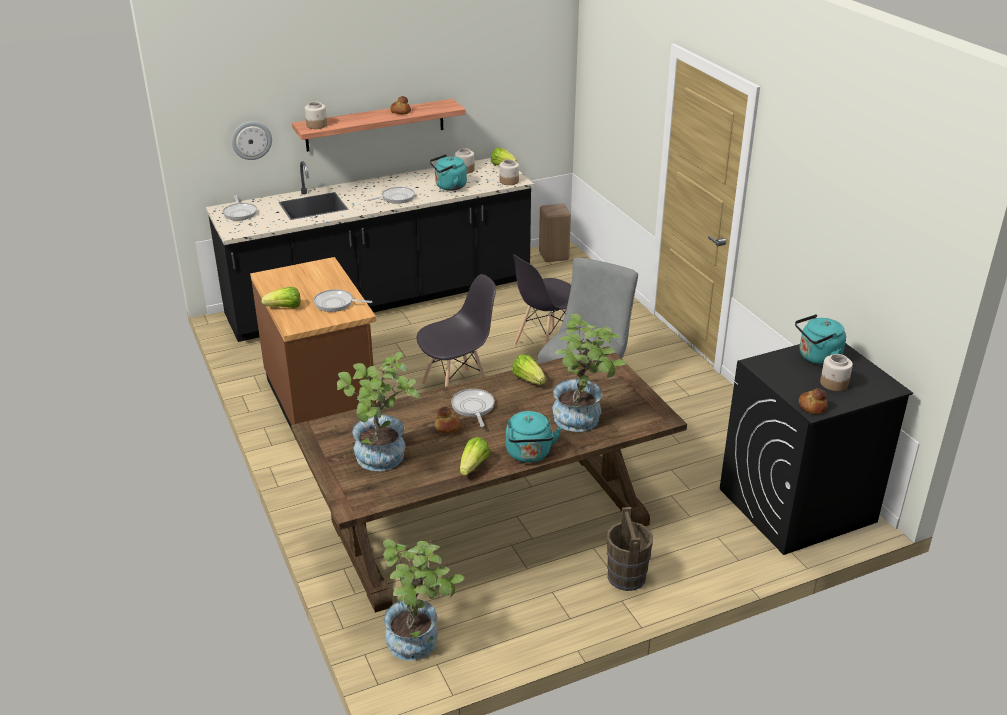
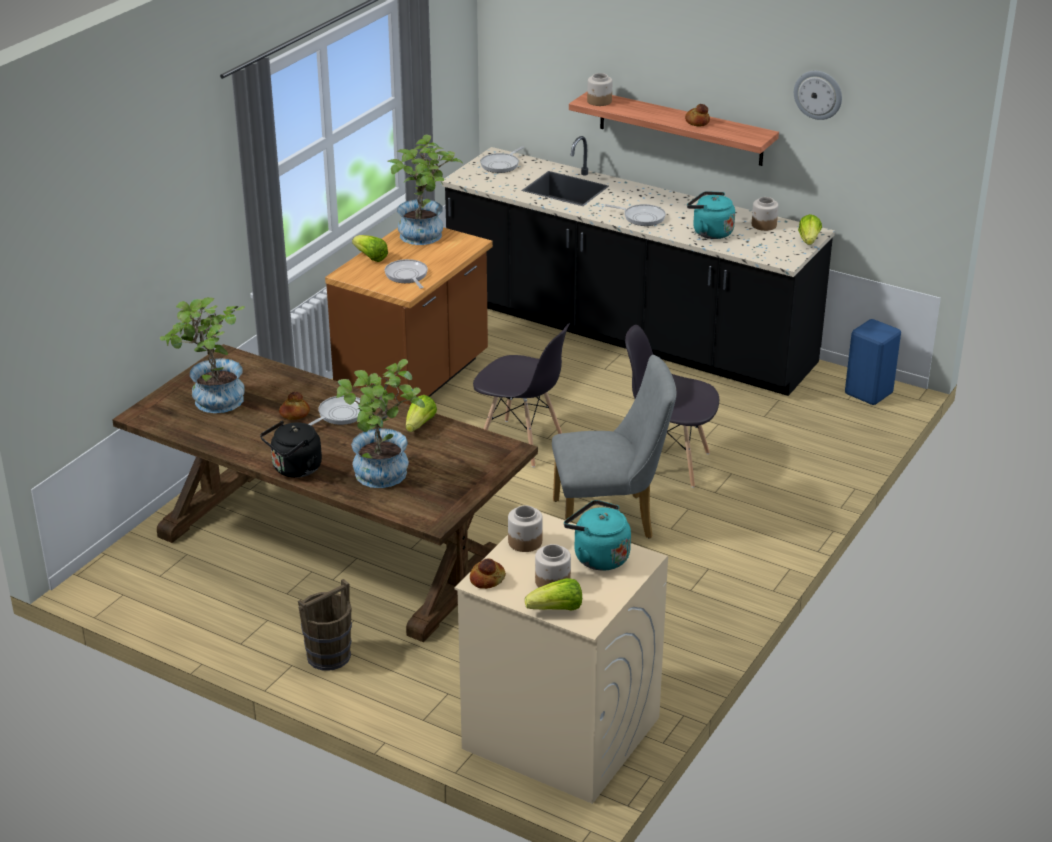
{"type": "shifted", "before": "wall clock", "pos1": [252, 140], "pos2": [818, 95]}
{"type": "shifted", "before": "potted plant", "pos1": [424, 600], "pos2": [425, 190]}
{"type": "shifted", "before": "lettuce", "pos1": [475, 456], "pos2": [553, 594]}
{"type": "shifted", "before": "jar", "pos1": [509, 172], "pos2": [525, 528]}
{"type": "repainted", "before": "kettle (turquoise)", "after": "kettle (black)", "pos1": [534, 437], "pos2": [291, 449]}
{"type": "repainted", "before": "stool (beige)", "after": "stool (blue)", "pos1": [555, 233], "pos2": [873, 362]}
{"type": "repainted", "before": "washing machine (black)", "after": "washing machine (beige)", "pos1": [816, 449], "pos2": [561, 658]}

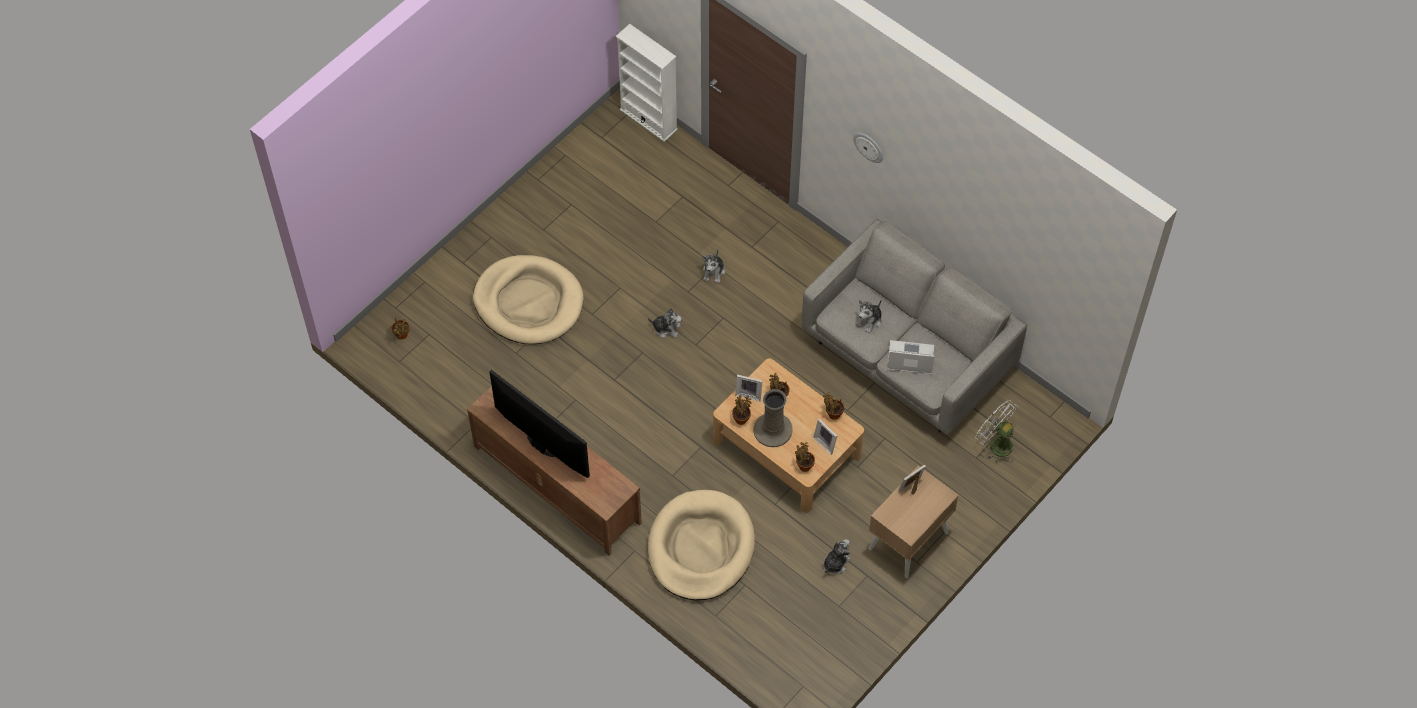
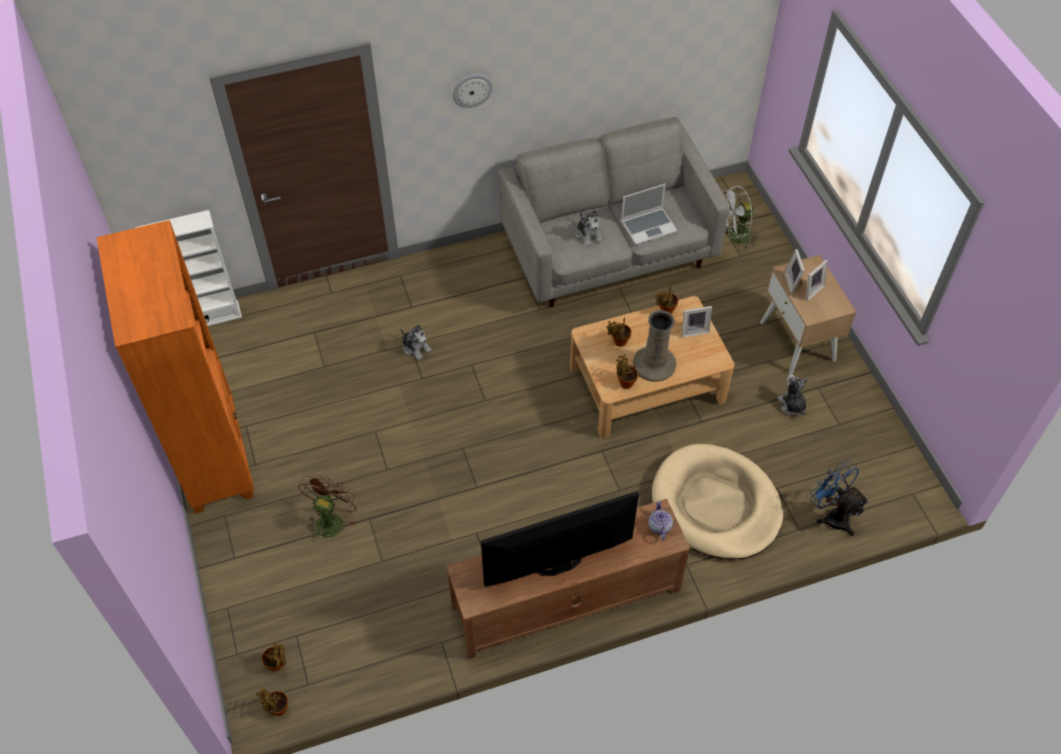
{"type": "swapped", "before": "dog bed (beige)", "after": "fan (brown)", "pos1": [528, 299], "pos2": [328, 508]}
{"type": "gone", "before": "plush toy", "pos1": [665, 323]}
{"type": "shifted", "before": "picture frame", "pos1": [749, 388], "pos2": [817, 280]}
{"type": "shifted", "before": "potted plant", "pos1": [805, 457], "pos2": [272, 701]}
{"type": "rotated", "before": "laptop", "pos1": [910, 357], "pos2": [649, 214], "turn": -150}
{"type": "new", "after": "bookcase (orange)", "pos2": [175, 367]}
{"type": "new", "after": "teapot", "pos2": [660, 520]}
{"type": "new", "after": "fan (blue)", "pos2": [839, 498]}

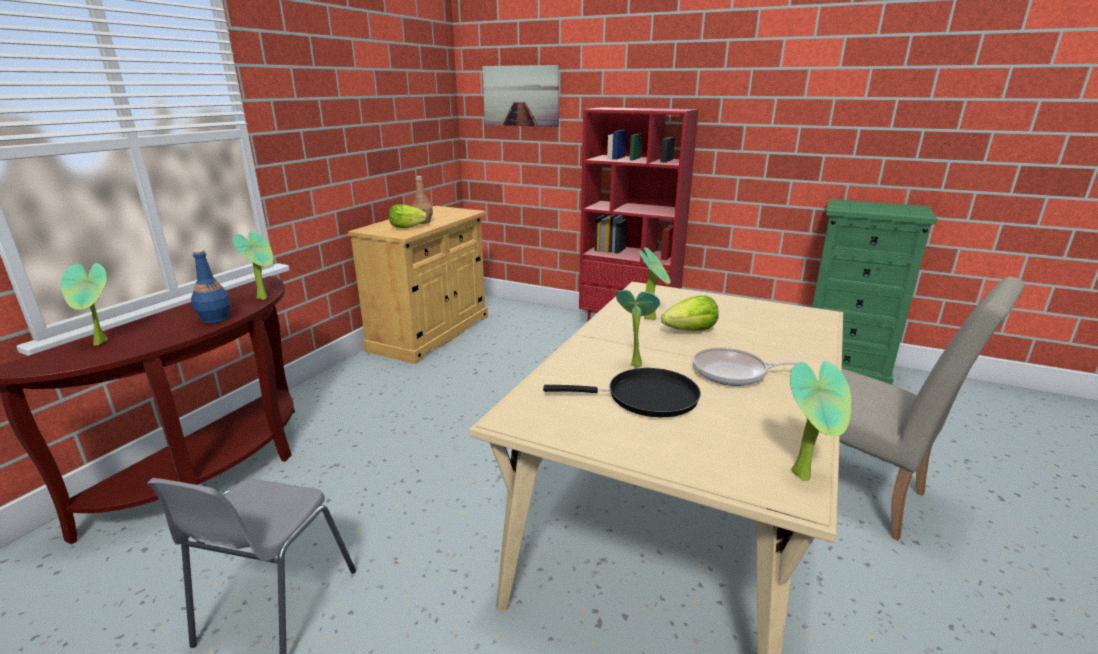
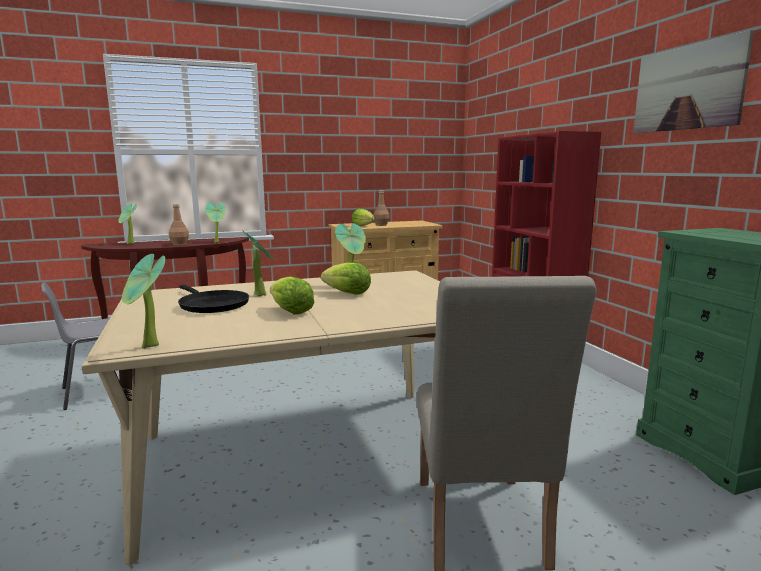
{"type": "repainted", "before": "bottle (blue)", "after": "bottle (brown)", "pos1": [211, 286], "pos2": [179, 225]}
{"type": "shifted", "before": "picture", "pos1": [521, 96], "pos2": [694, 81]}
{"type": "swapped", "before": "frying pan", "after": "lettuce", "pos1": [749, 367], "pos2": [292, 295]}

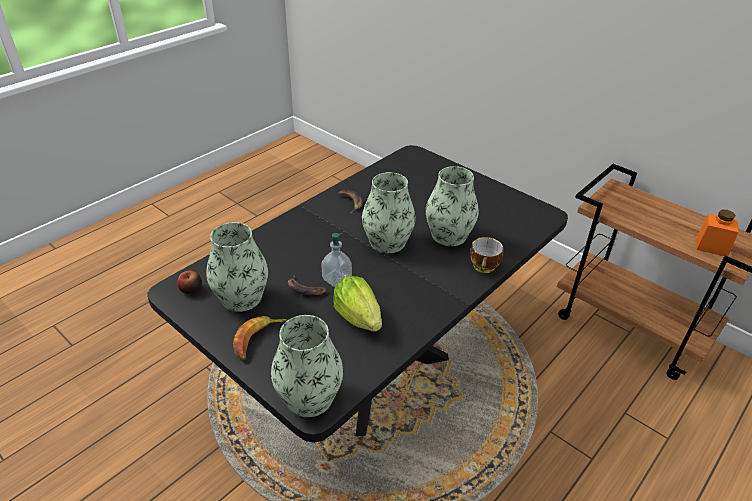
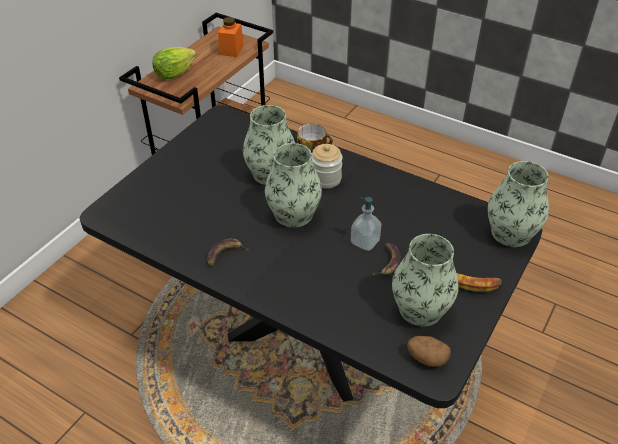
{"type": "swapped", "before": "apple", "after": "potato", "pos1": [189, 282], "pos2": [429, 351]}
{"type": "shifted", "before": "lettuce", "pos1": [357, 304], "pos2": [174, 63]}
{"type": "new", "after": "jar", "pos2": [327, 166]}

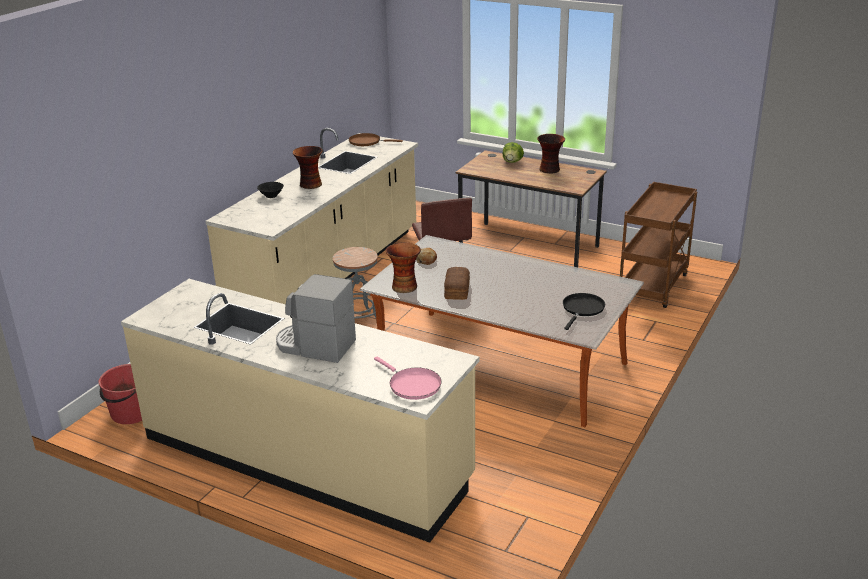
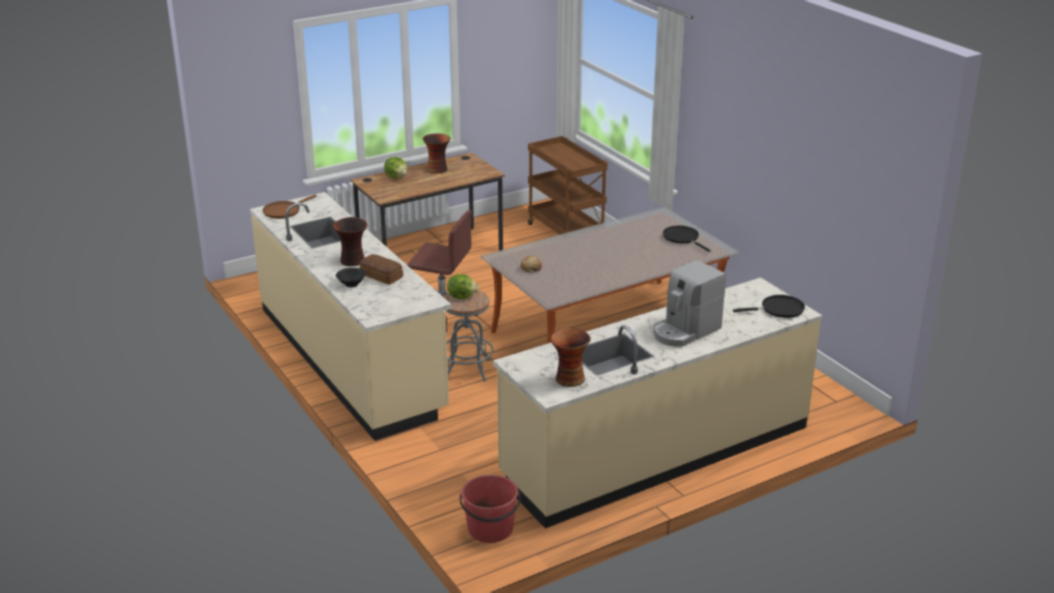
{"type": "repainted", "before": "frying pan (pink)", "after": "frying pan (black)", "pos1": [408, 378], "pos2": [769, 306]}
{"type": "shifted", "before": "vase", "pos1": [403, 267], "pos2": [570, 357]}
{"type": "shifted", "before": "bread", "pos1": [457, 283], "pos2": [381, 269]}
{"type": "new", "after": "lettuce", "pos2": [462, 286]}

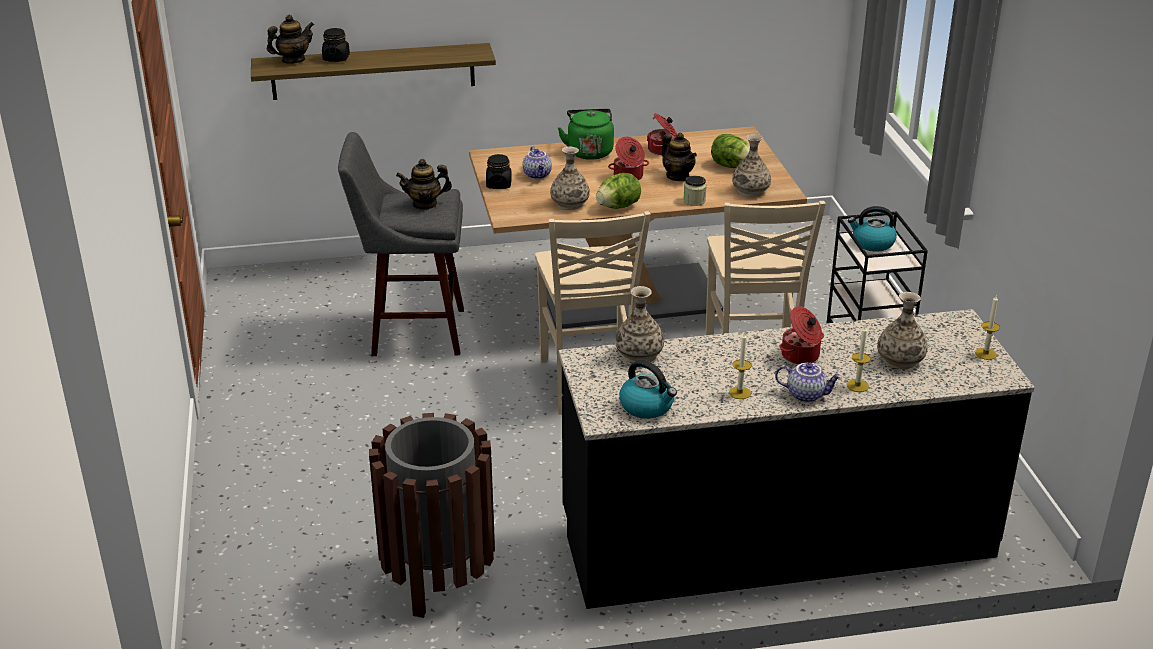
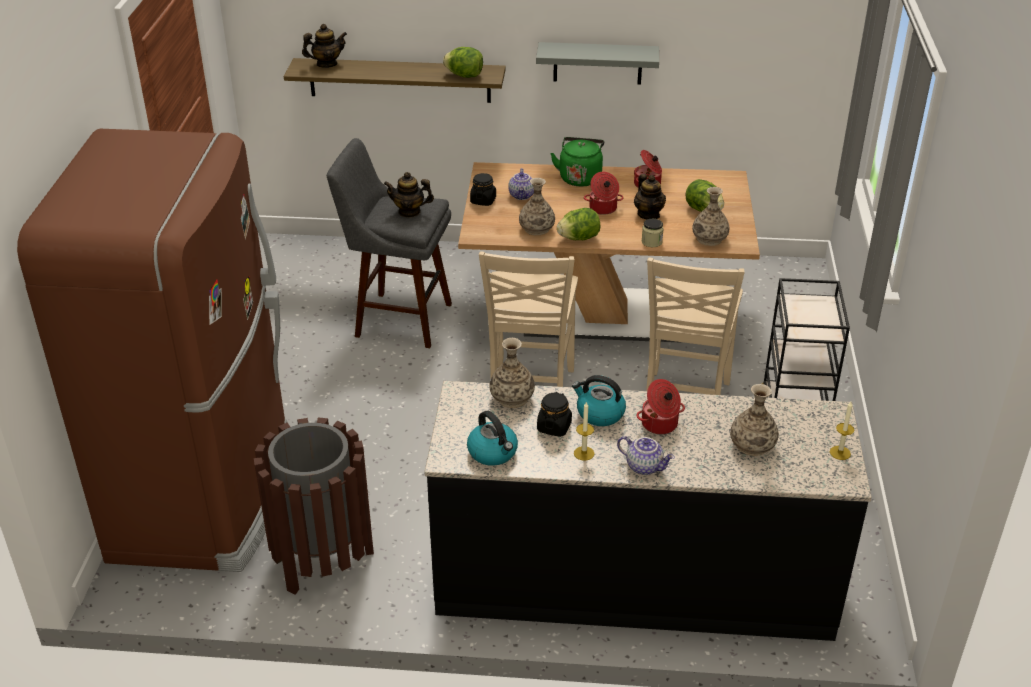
{"type": "shifted", "before": "jar (black)", "pos1": [336, 45], "pos2": [554, 414]}
{"type": "gone", "before": "candle", "pos1": [859, 359]}
{"type": "shifted", "before": "kettle", "pos1": [872, 229], "pos2": [599, 400]}
{"type": "new", "after": "fridge (brown)", "pos2": [152, 350]}
{"type": "new", "after": "lettuce", "pos2": [463, 62]}
{"type": "new", "after": "shelf (grey)", "pos2": [597, 63]}

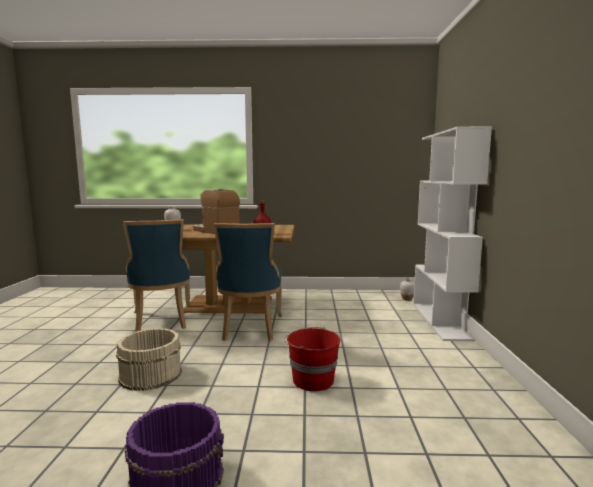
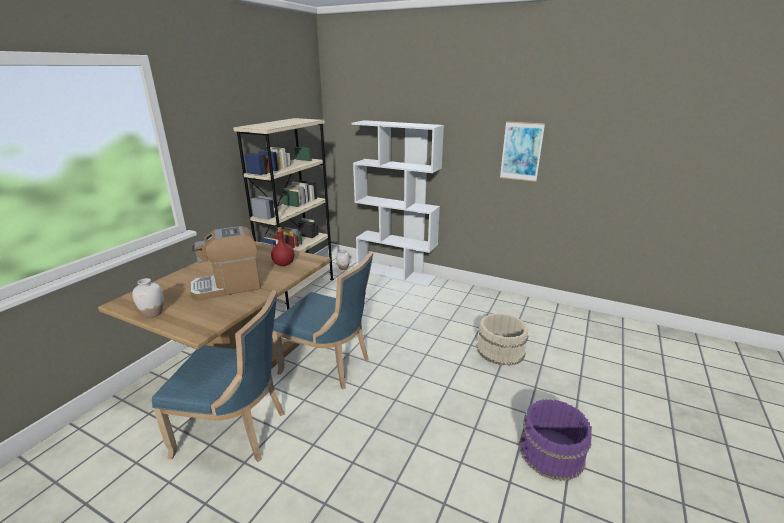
{"type": "shifted", "before": "bucket (beige)", "pos1": [149, 359], "pos2": [502, 339]}
{"type": "gone", "before": "bucket (red)", "pos1": [312, 359]}
{"type": "new", "after": "bookcase (beige)", "pos2": [283, 214]}
{"type": "new", "after": "picture", "pos2": [522, 151]}

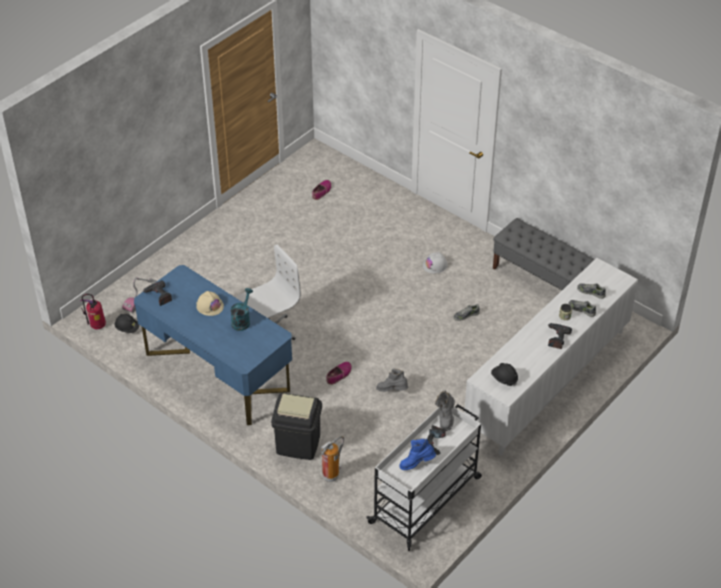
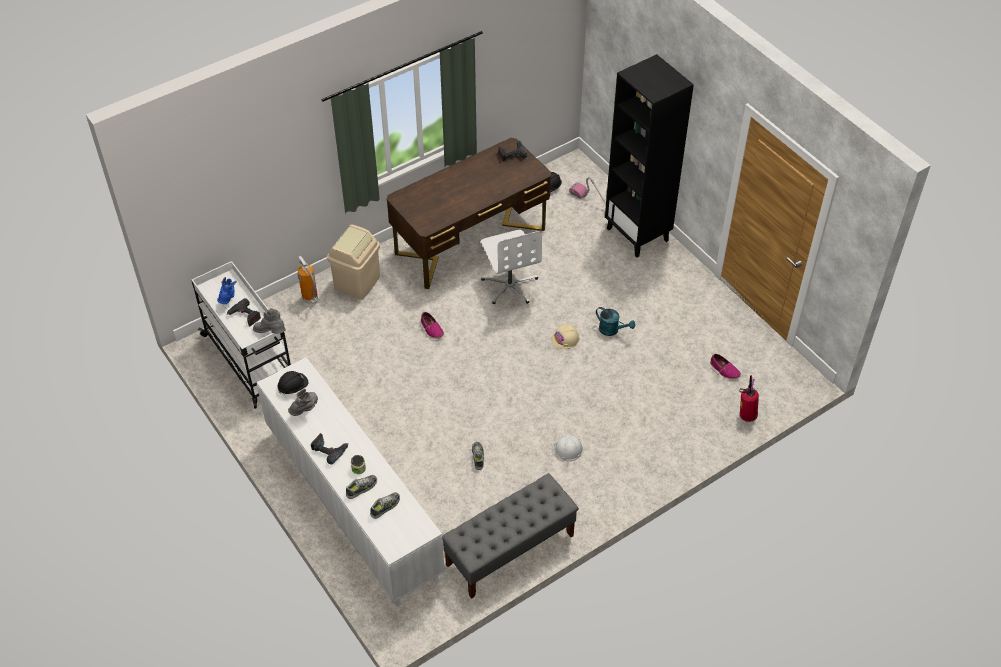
{"type": "shifted", "before": "fire extinguisher", "pos1": [93, 311], "pos2": [749, 398]}
{"type": "repainted", "before": "desk (blue)", "after": "desk (brown)", "pos1": [213, 345], "pos2": [469, 213]}
{"type": "shifted", "before": "hard hat (beige)", "pos1": [210, 303], "pos2": [565, 336]}
{"type": "shifted", "before": "watering can (turquoise)", "pos1": [242, 309], "pos2": [615, 321]}
{"type": "repainted", "before": "trash can (black)", "after": "trash can (beige)", "pos1": [296, 426], "pos2": [353, 262]}
{"type": "shifted", "before": "boot (grey)", "pos1": [392, 380], "pos2": [303, 402]}
{"type": "new", "after": "bookcase (black)", "pos2": [649, 155]}

